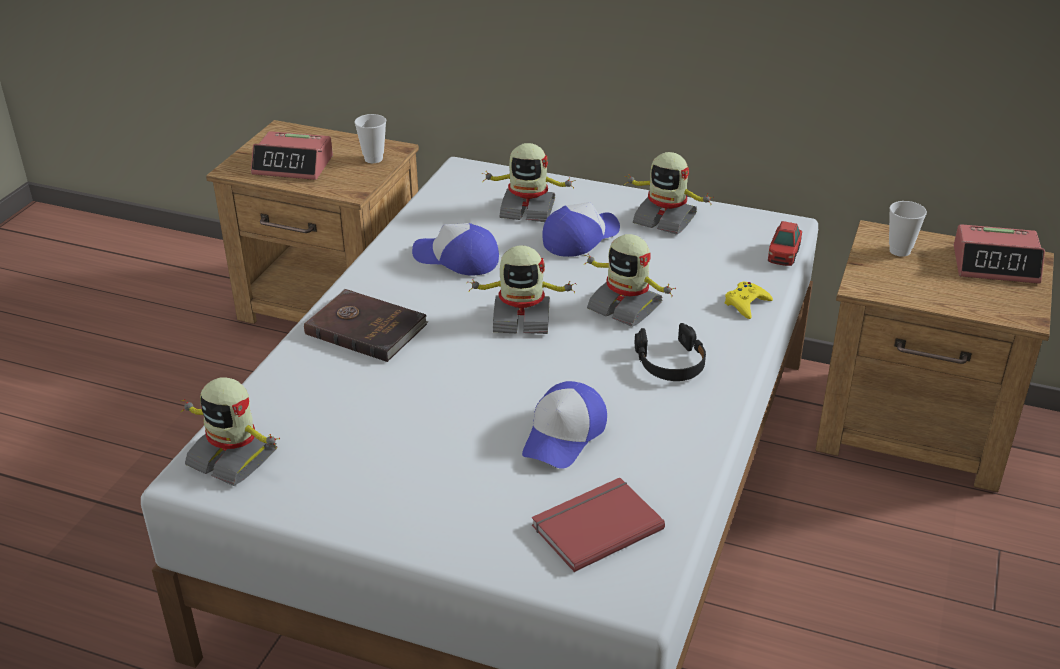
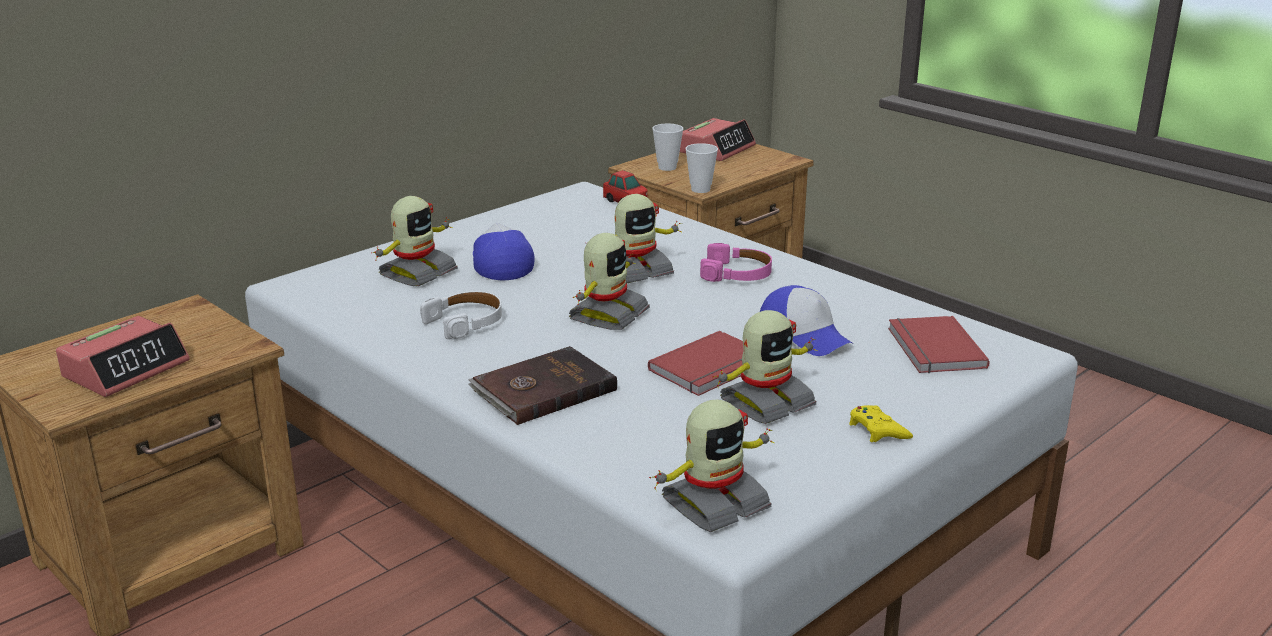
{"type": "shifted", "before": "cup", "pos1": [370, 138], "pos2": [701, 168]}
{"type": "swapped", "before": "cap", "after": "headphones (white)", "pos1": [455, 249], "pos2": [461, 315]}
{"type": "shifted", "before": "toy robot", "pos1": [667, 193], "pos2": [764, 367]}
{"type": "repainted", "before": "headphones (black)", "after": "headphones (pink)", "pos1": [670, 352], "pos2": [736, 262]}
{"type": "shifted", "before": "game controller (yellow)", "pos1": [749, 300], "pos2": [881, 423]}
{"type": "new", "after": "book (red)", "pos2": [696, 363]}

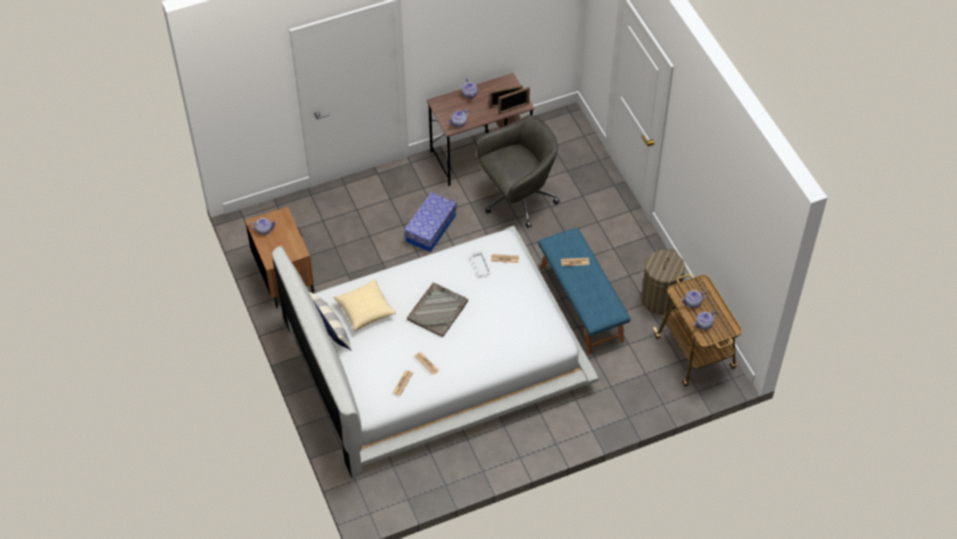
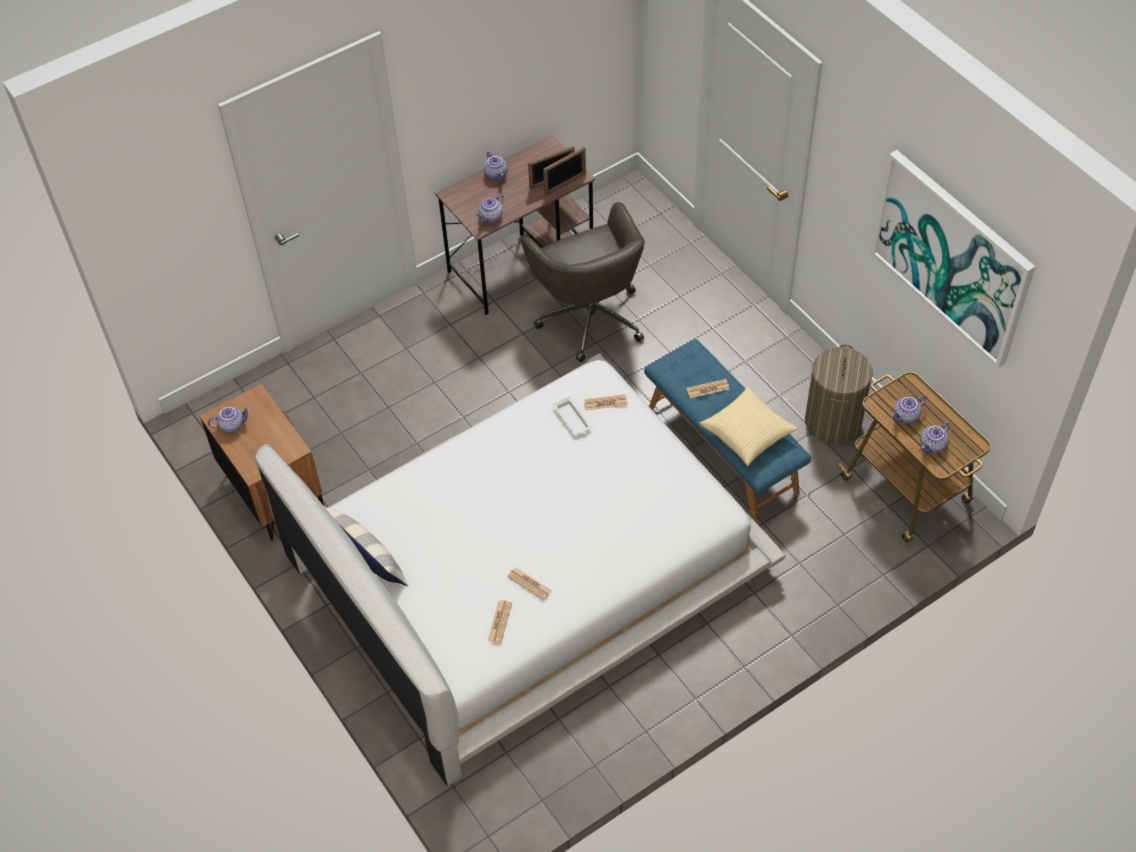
{"type": "shifted", "before": "pillow", "pos1": [365, 305], "pos2": [748, 426]}
{"type": "gone", "before": "storage box", "pos1": [430, 222]}
{"type": "gone", "before": "tray (grey)", "pos1": [437, 309]}
{"type": "rotated", "before": "office chair (grey)", "pos1": [518, 171], "pos2": [583, 282], "turn": 105}
{"type": "new", "after": "picture", "pos2": [953, 259]}

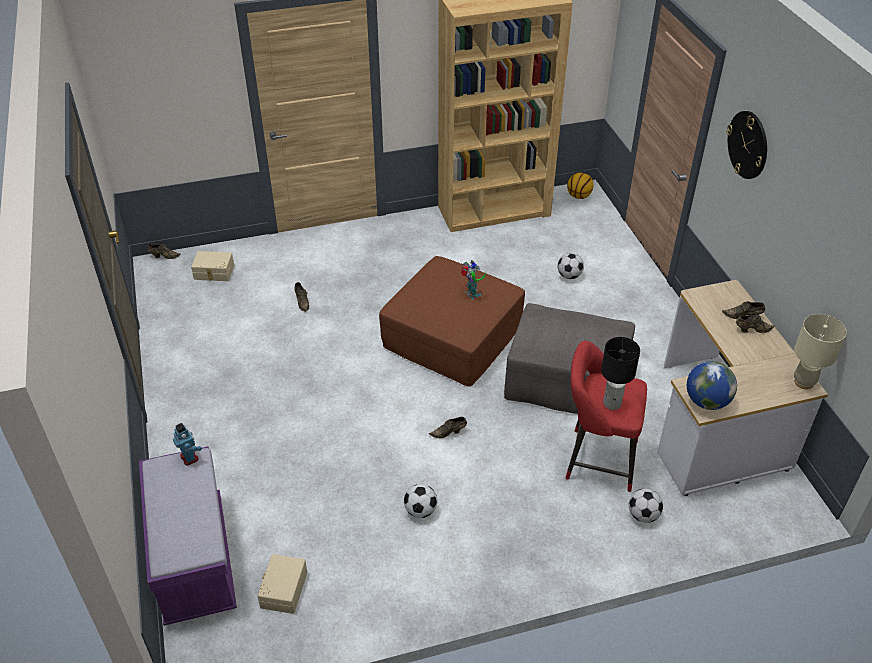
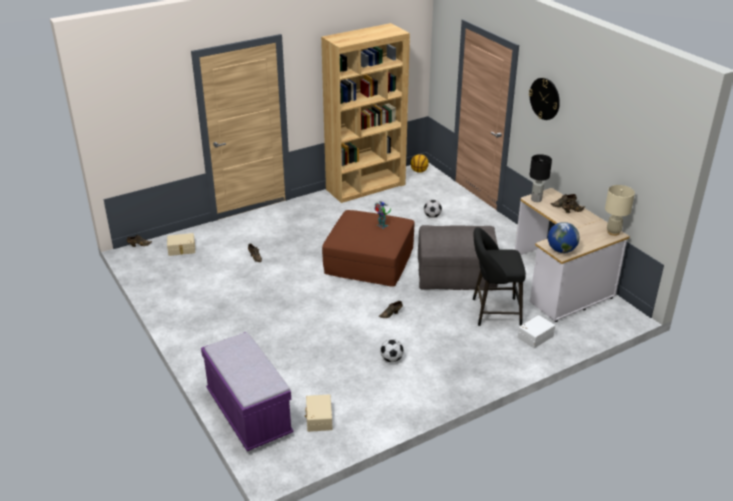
{"type": "gone", "before": "toy robot", "pos1": [187, 444]}
{"type": "repainted", "before": "stool (red)", "after": "stool (black)", "pos1": [606, 416], "pos2": [499, 276]}
{"type": "shifted", "before": "table lamp (black)", "pos1": [620, 373], "pos2": [541, 178]}
{"type": "swapped", "before": "football", "after": "storage box (white)", "pos1": [646, 505], "pos2": [536, 331]}

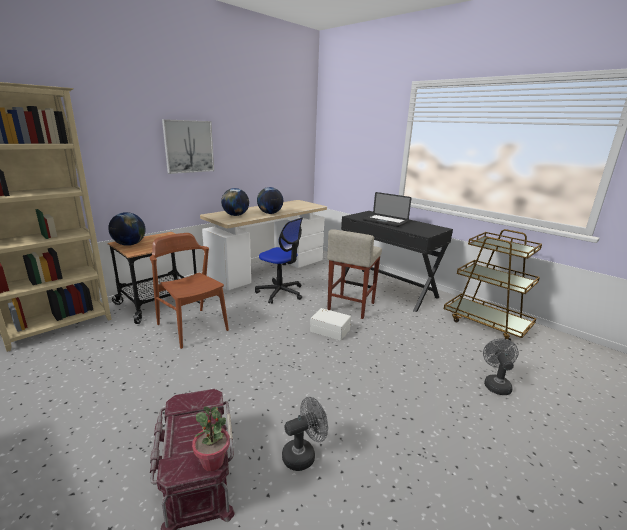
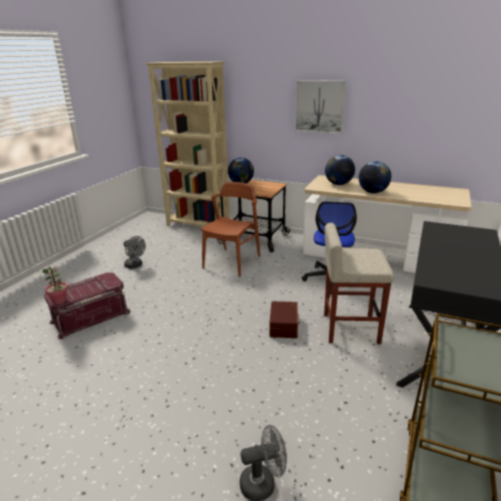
{"type": "shifted", "before": "fan (grey)", "pos1": [305, 434], "pos2": [135, 252]}
{"type": "repainted", "before": "storage box (white)", "after": "storage box (brown)", "pos1": [330, 324], "pos2": [285, 319]}
{"type": "gone", "before": "laptop", "pos1": [387, 209]}

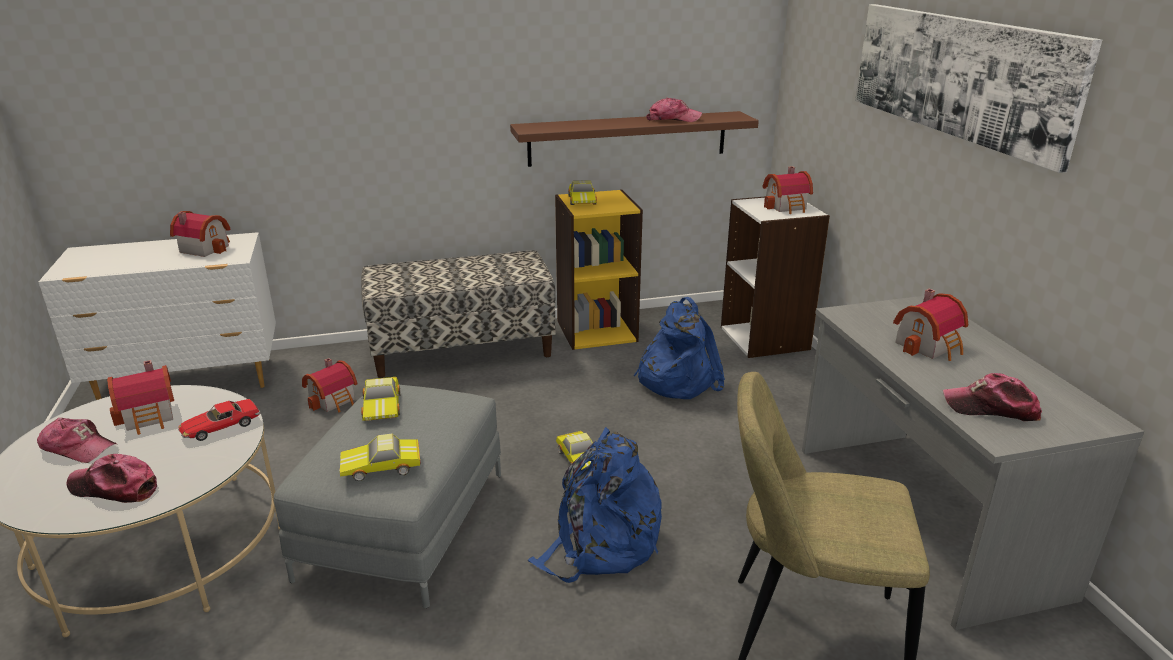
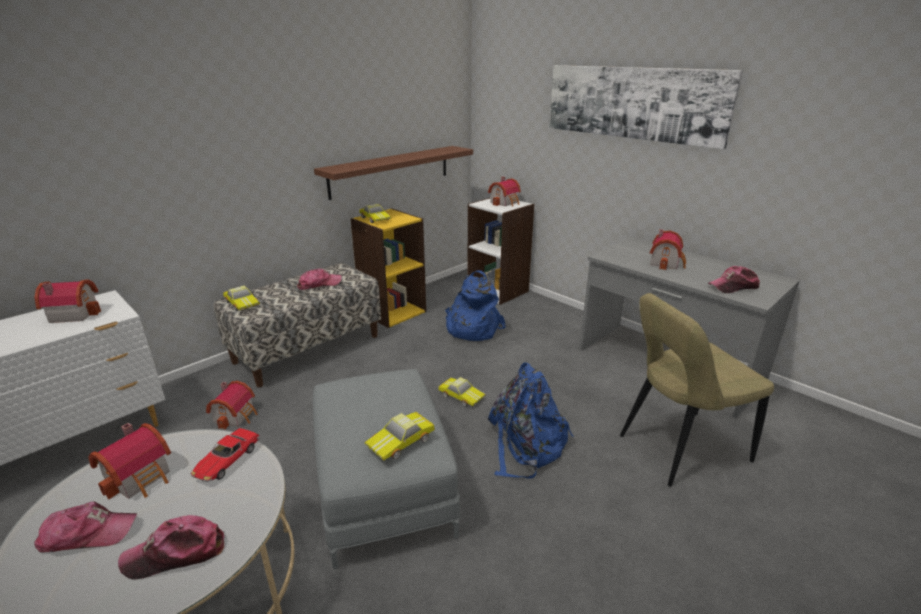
{"type": "shifted", "before": "toy car", "pos1": [381, 399], "pos2": [241, 298]}
{"type": "shifted", "before": "cap", "pos1": [674, 110], "pos2": [319, 279]}

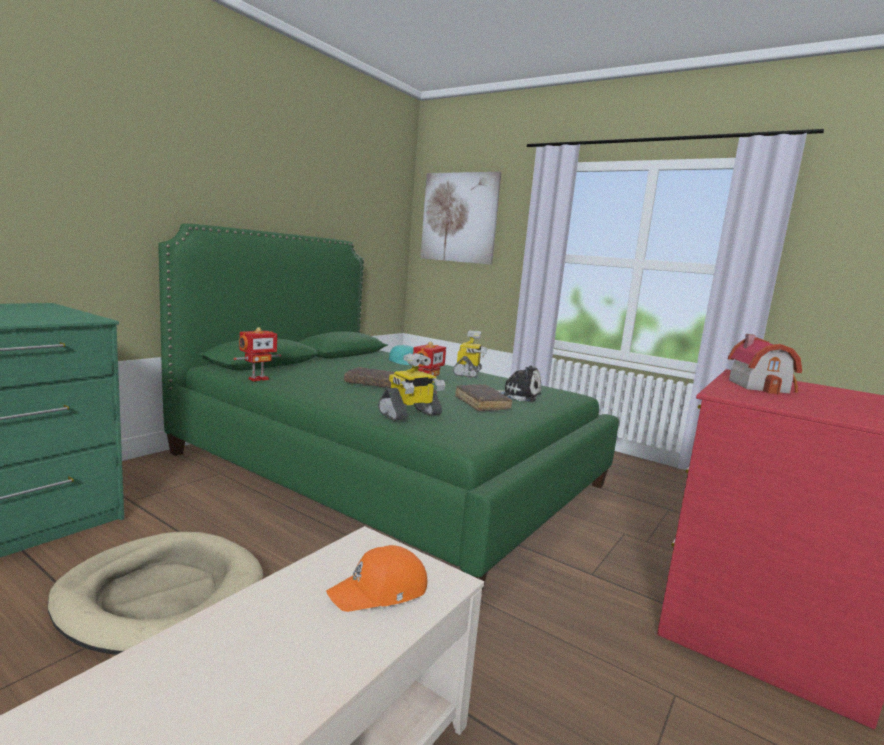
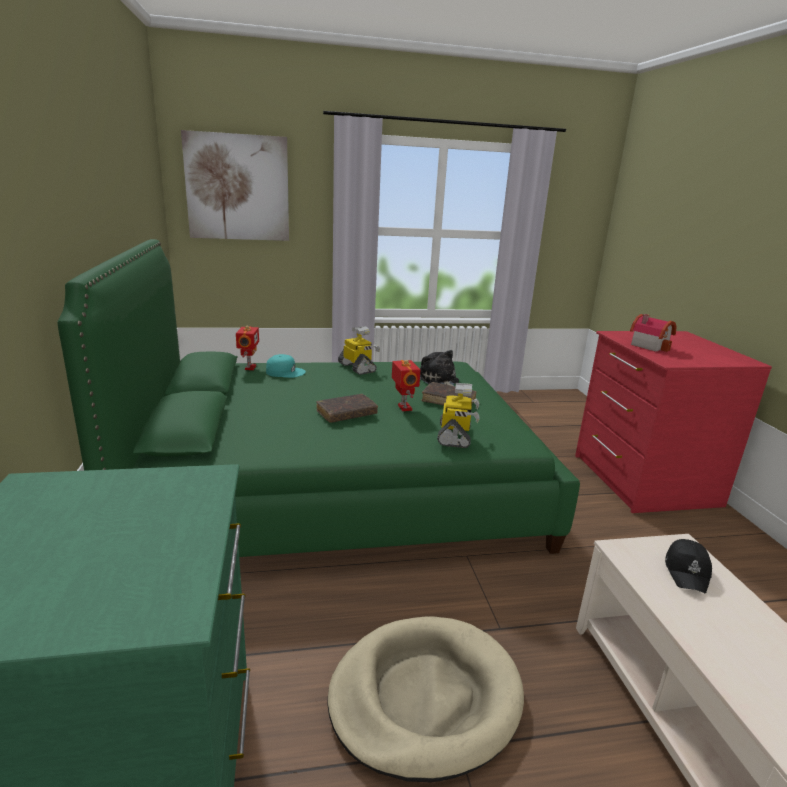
{"type": "shifted", "before": "toy robot", "pos1": [257, 354], "pos2": [247, 348]}
{"type": "repainted", "before": "cap (orange)", "after": "cap (black)", "pos1": [376, 578], "pos2": [688, 566]}
{"type": "rotated", "before": "plush toy", "pos1": [519, 383], "pos2": [439, 368], "turn": -90}

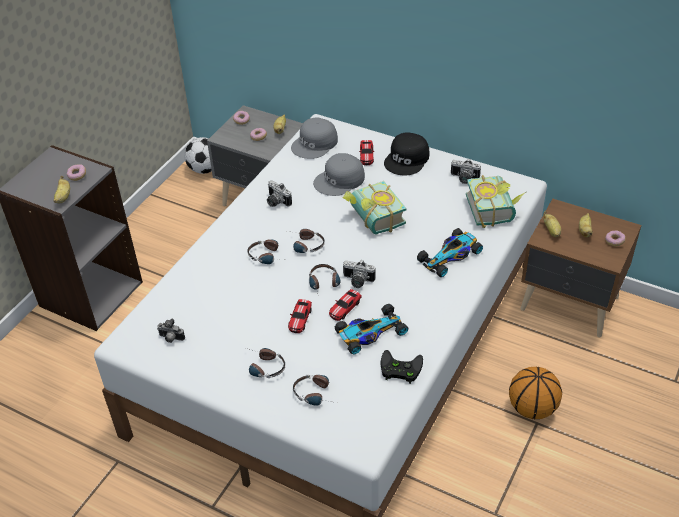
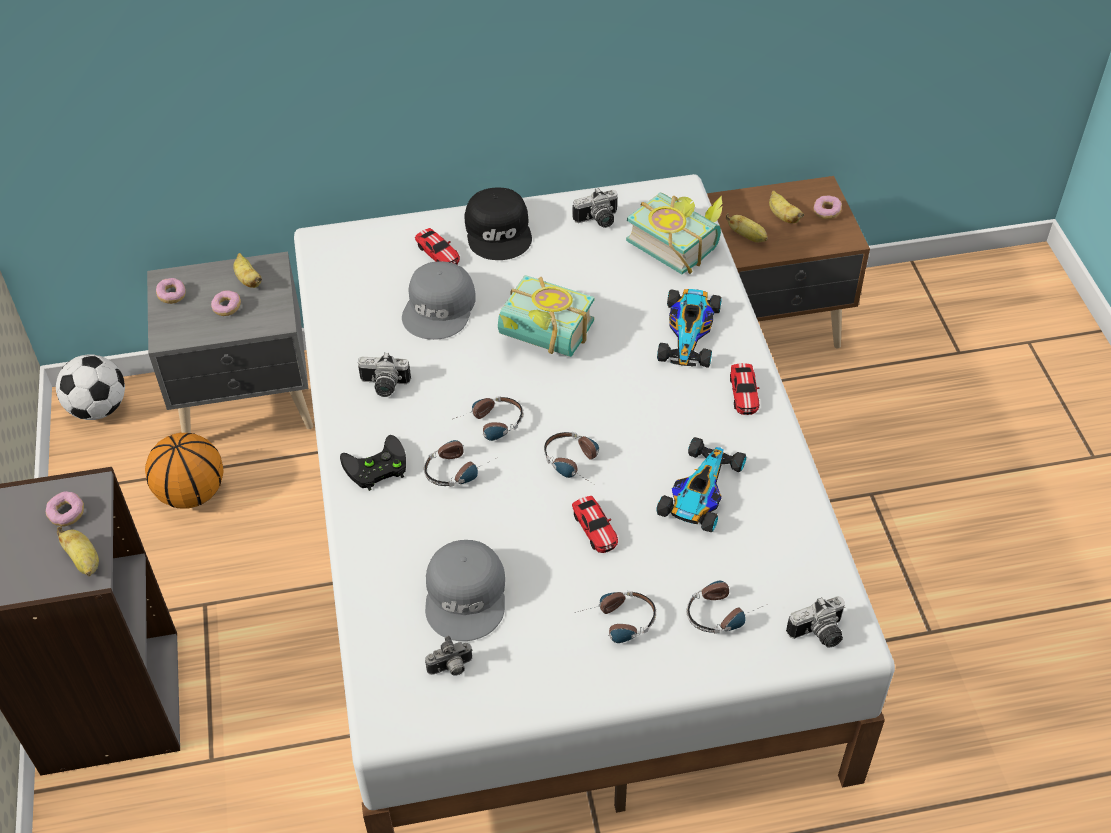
{"type": "shifted", "before": "cap (grey)", "pos1": [314, 138], "pos2": [465, 590]}
{"type": "shifted", "before": "toy car", "pos1": [345, 305], "pos2": [745, 389]}
{"type": "shifted", "before": "photo camera", "pos1": [359, 274], "pos2": [815, 622]}
{"type": "shifted", "before": "game controller (black)", "pos1": [402, 367], "pos2": [373, 463]}
{"type": "shifted", "before": "basketball", "pos1": [535, 393], "pos2": [184, 471]}

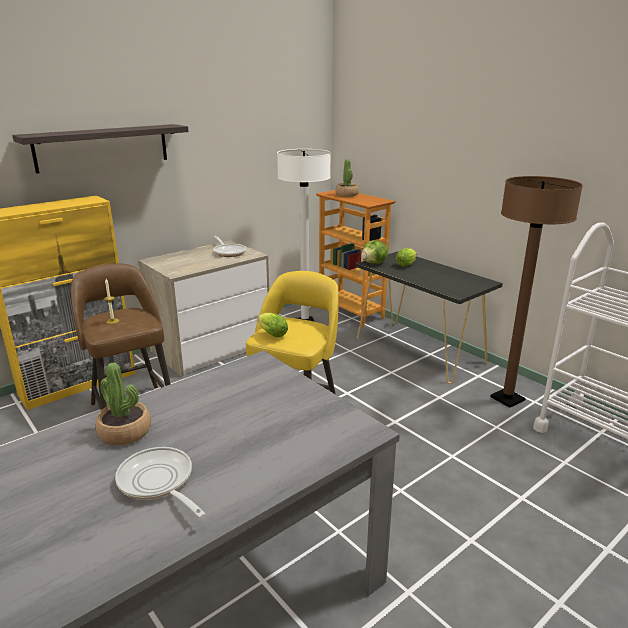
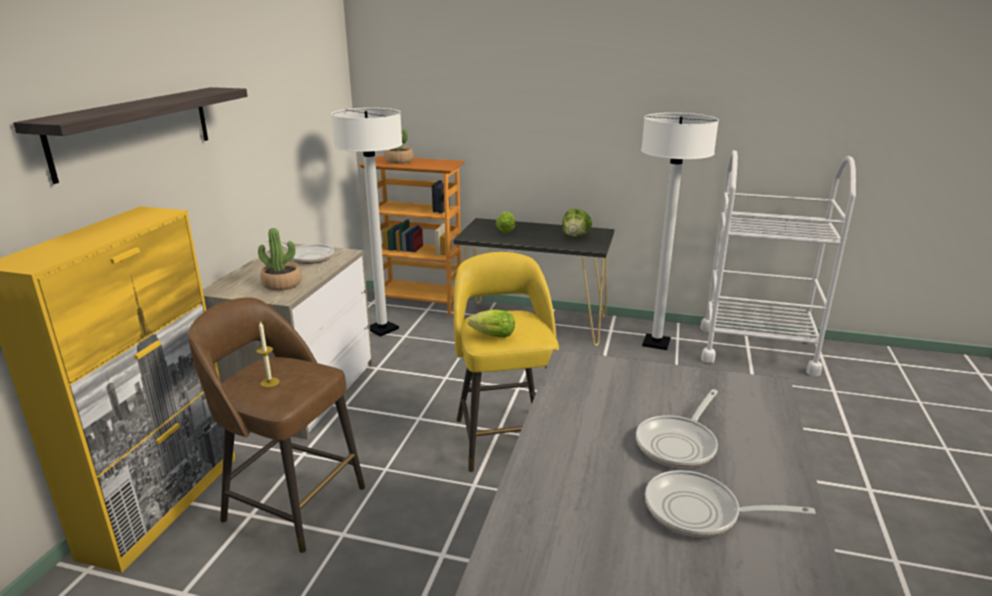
{"type": "shifted", "before": "potted plant", "pos1": [123, 404], "pos2": [280, 259]}
{"type": "shifted", "before": "lettuce", "pos1": [374, 252], "pos2": [577, 223]}
{"type": "repainted", "before": "floor lamp (brown)", "after": "floor lamp (white)", "pos1": [536, 292], "pos2": [680, 231]}
{"type": "new", "after": "frying pan", "pos2": [677, 428]}

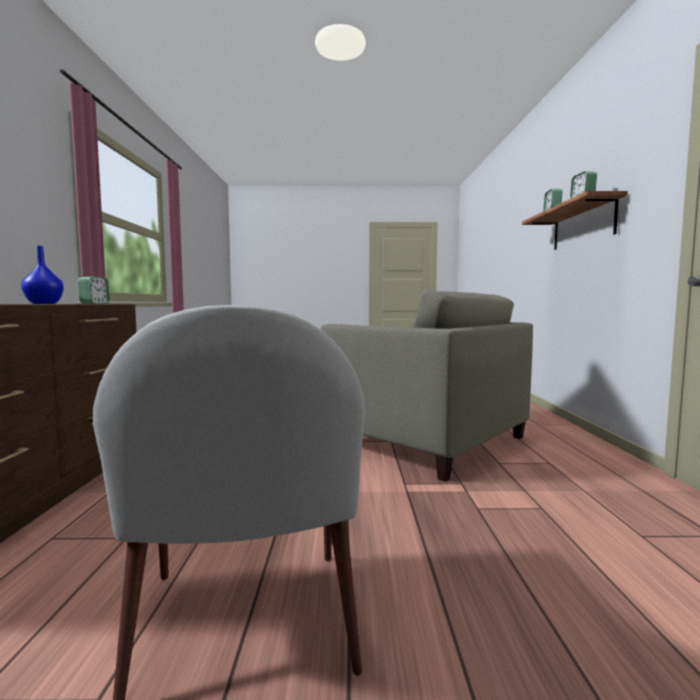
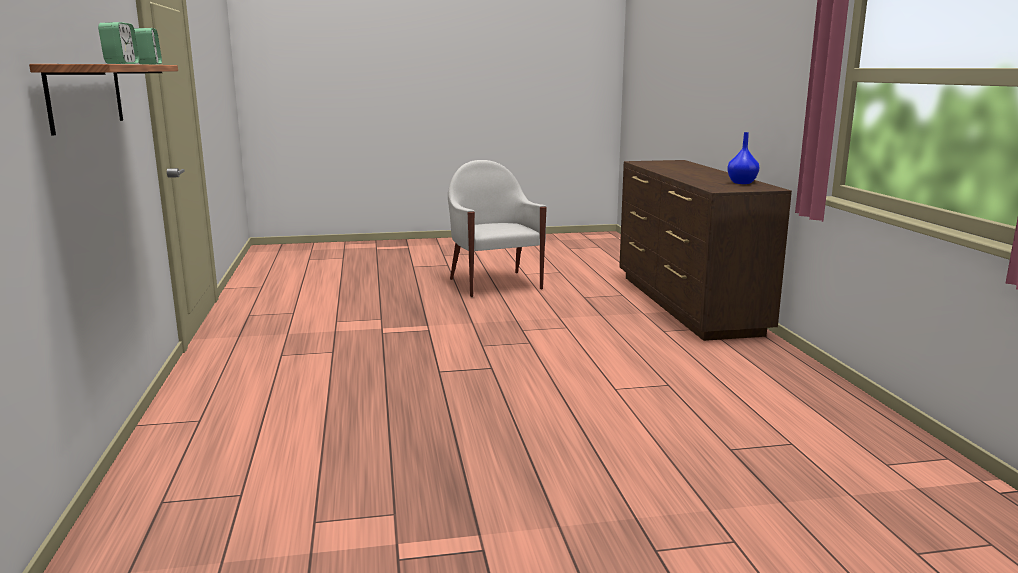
{"type": "gone", "before": "alarm clock", "pos1": [94, 290]}
{"type": "gone", "before": "armchair (beige)", "pos1": [427, 386]}

